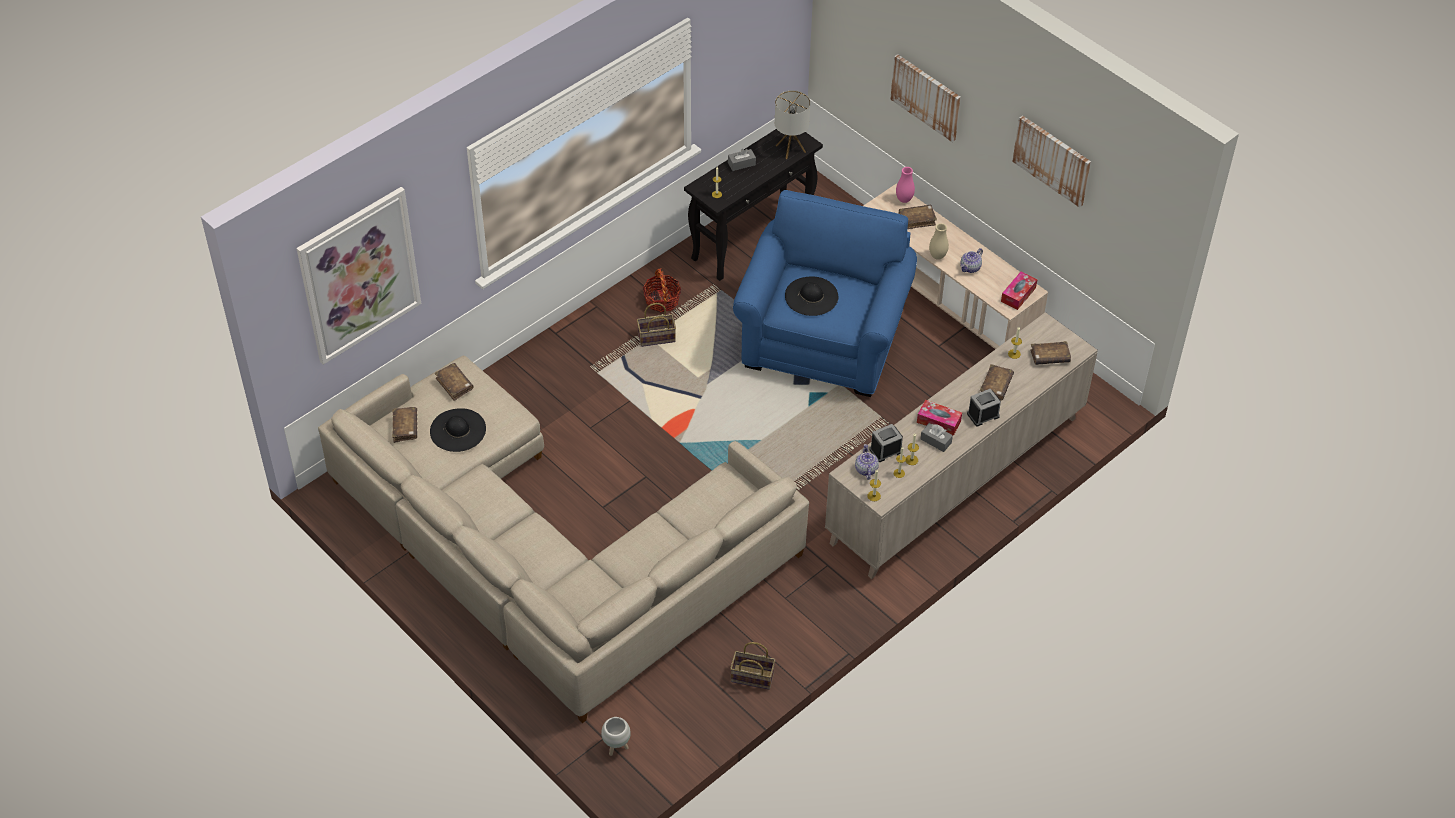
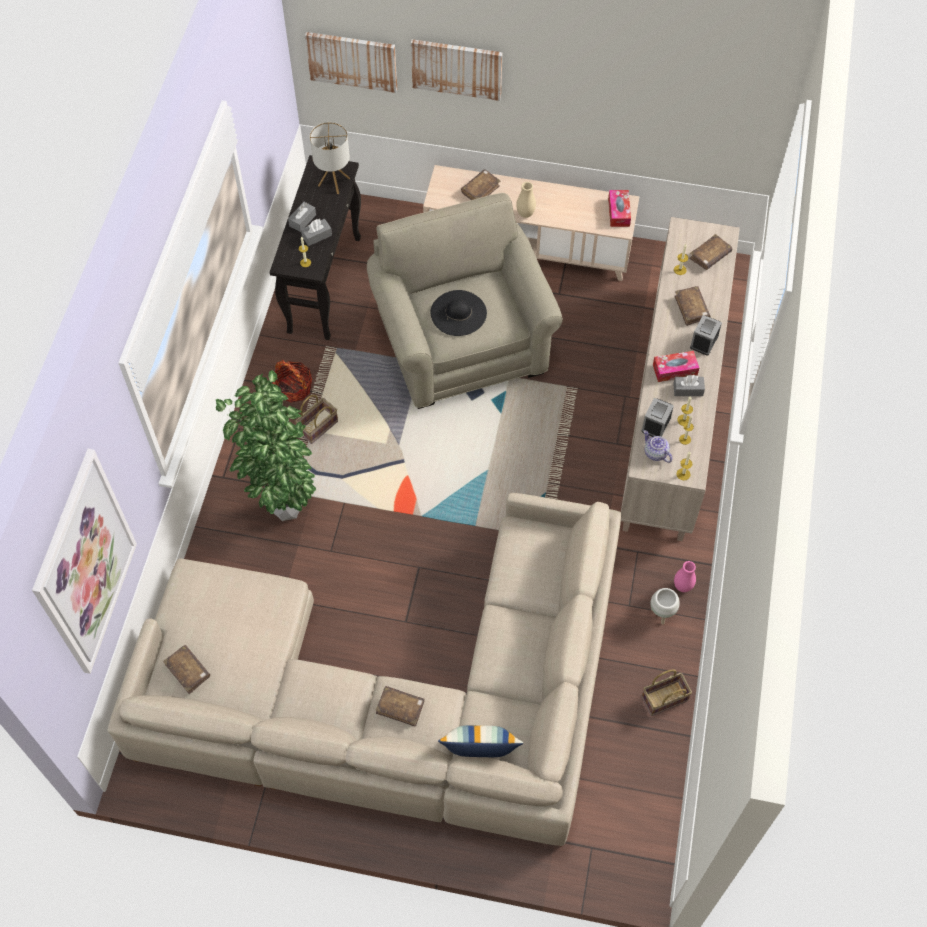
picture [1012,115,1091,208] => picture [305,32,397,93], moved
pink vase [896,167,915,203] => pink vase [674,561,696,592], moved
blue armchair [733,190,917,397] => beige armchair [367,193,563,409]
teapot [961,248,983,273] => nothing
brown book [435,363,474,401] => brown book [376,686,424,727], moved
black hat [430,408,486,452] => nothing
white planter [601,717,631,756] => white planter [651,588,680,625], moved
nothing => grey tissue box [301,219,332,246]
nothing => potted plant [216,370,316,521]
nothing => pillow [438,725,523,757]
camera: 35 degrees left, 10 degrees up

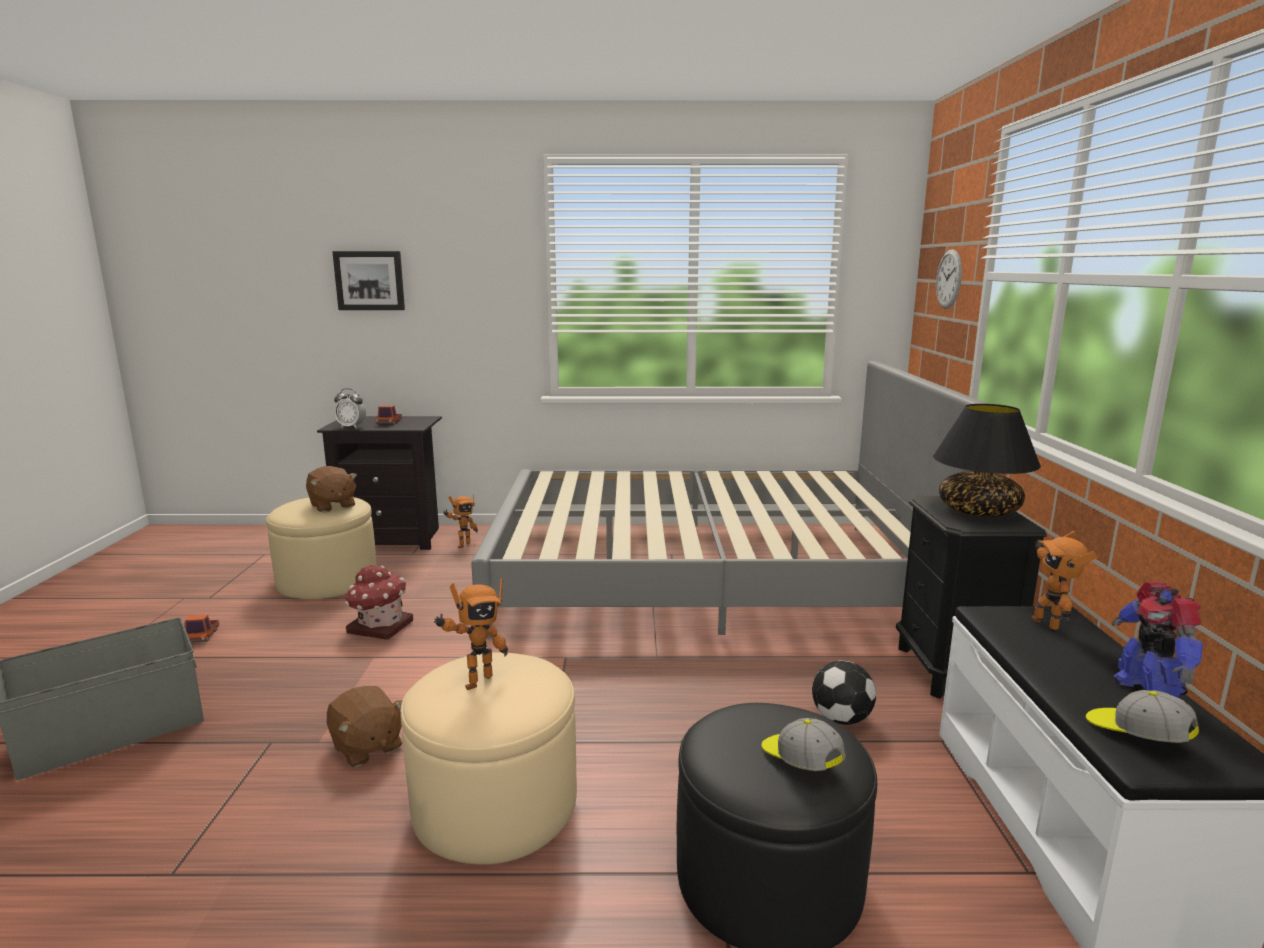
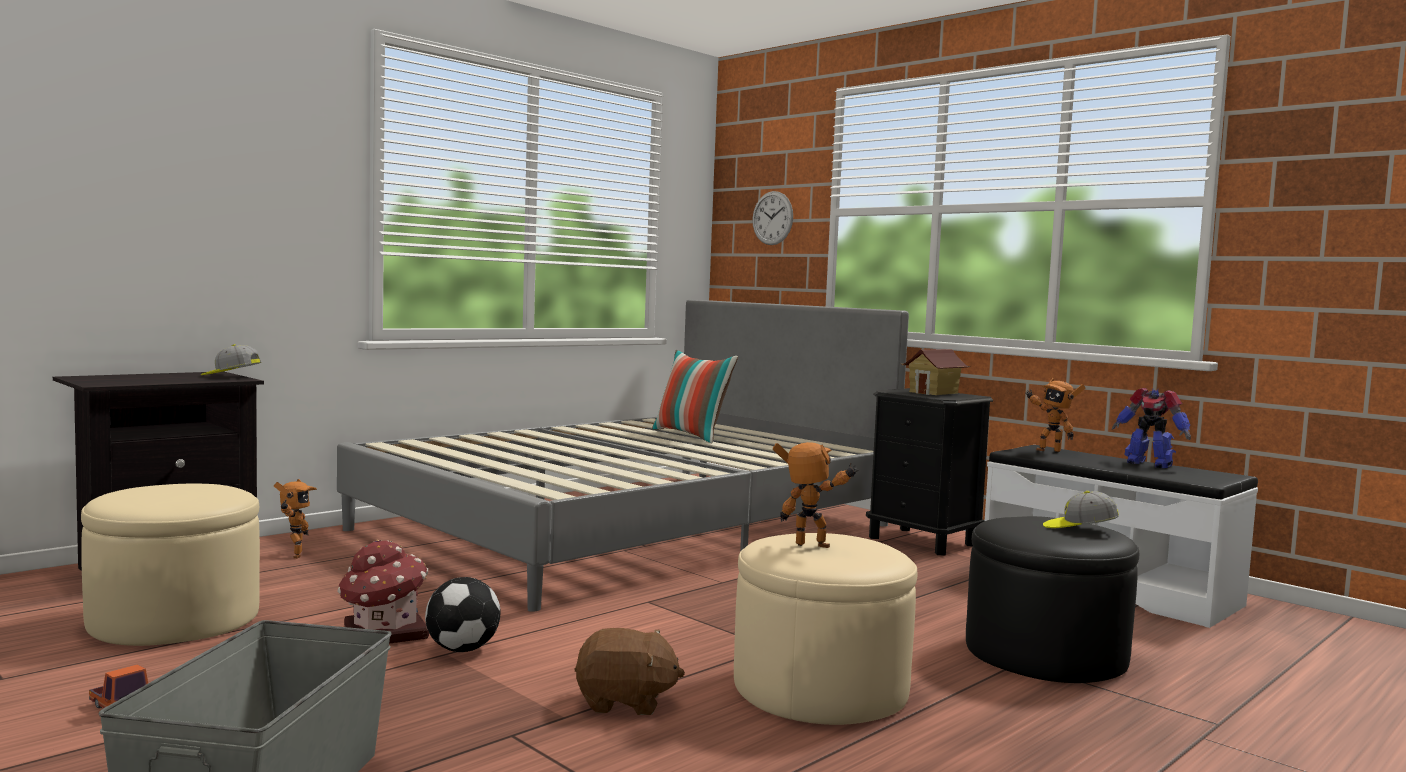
picture [332,251,405,310] => nothing
alarm clock [334,388,366,428] => nothing
black table lamp [933,404,1041,517] => toy house [901,349,971,395]
toy truck [376,405,402,425] => nothing
brown plush toy [306,466,357,512] => nothing
toy robot [433,579,508,690] => toy robot [773,442,859,548], 75 degrees counterclockwise
football [812,661,876,725] => football [425,577,501,652], moved
cap [1086,690,1199,743] => cap [201,344,261,375], moved
nothing => pillow [652,350,738,443]
camera: 45 degrees left, 10 degrees down

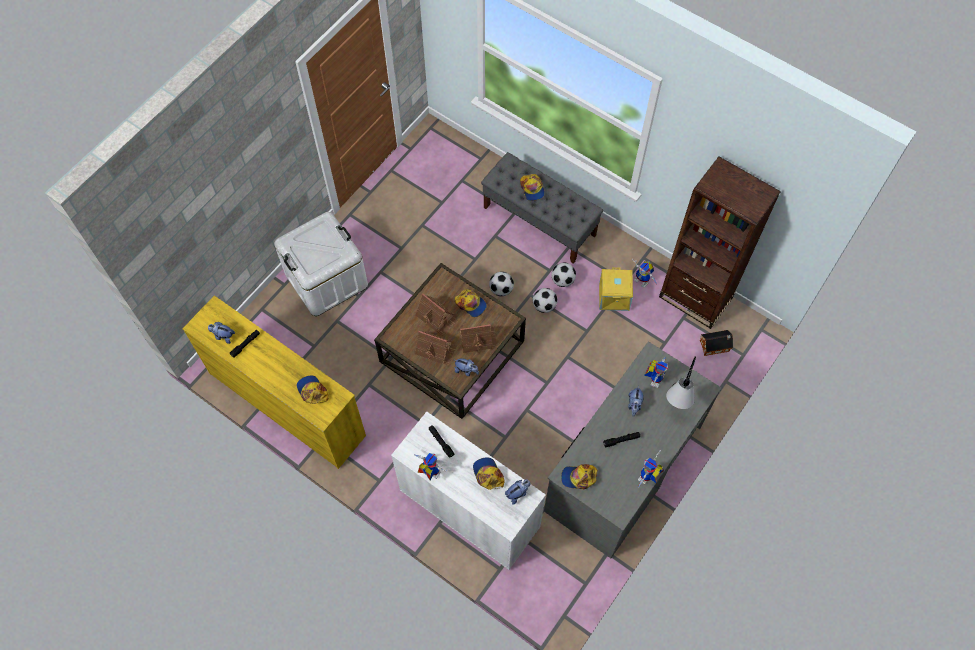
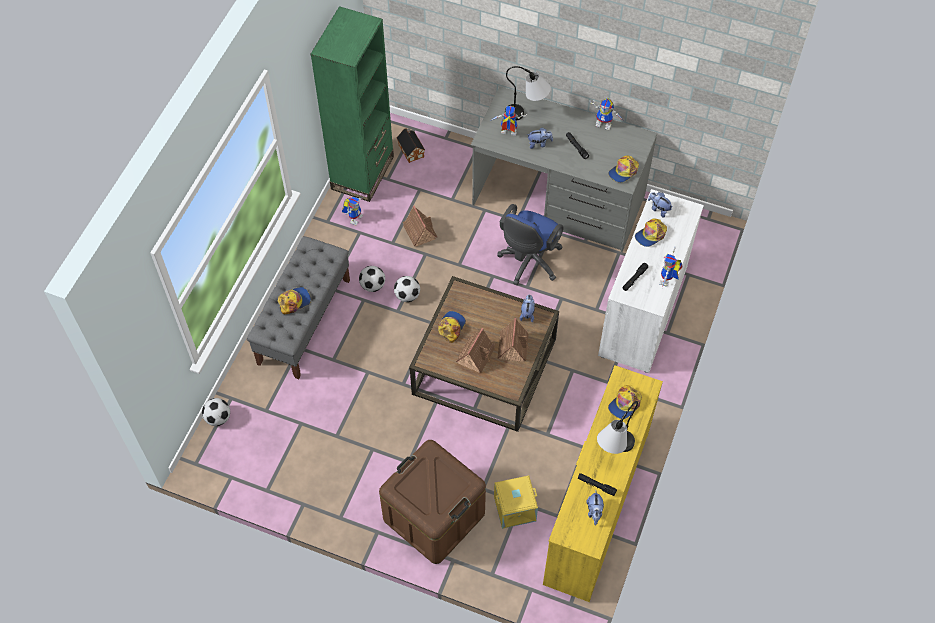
brown bookcase [659,157,781,329] => green bookcase [311,6,394,202]
white storage box [274,212,368,316] => brown storage box [379,440,486,564]
yellow storage box [599,267,633,311] => yellow storage box [494,475,538,529], moved
football [489,272,514,296] => football [202,398,230,426], moved
toy house [459,324,498,353] => toy house [403,206,438,247], moved
cap [561,464,598,489] => cap [608,155,639,183], 60 degrees clockwise
nothing => blue office chair [497,204,564,285]
nothing => table lamp [597,401,638,454]
camera: 105 degrees left, 5 degrees down

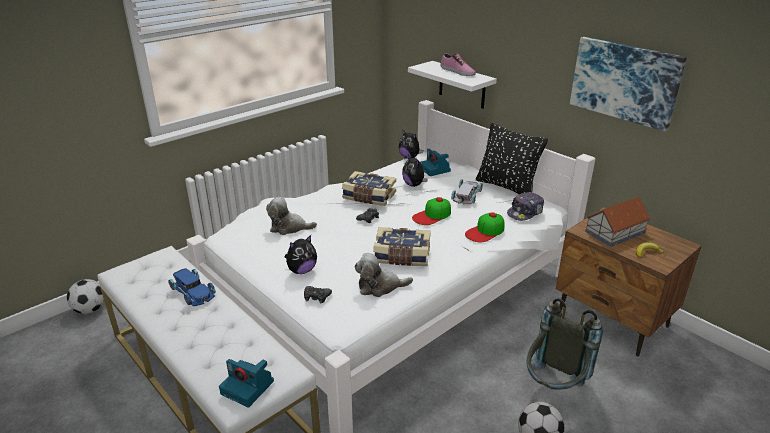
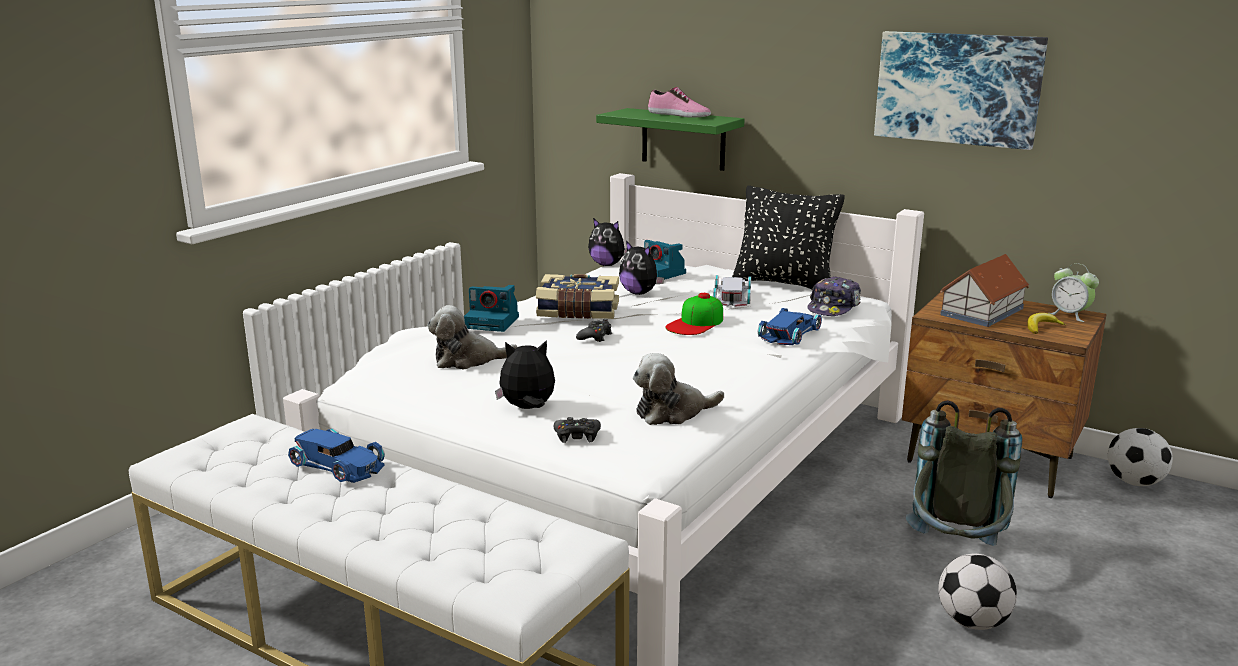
white shelf [408,61,497,109] => green shelf [596,108,745,171]
cap [465,212,505,242] => blue toy car [757,308,822,345]
book [373,227,431,266] => nothing
plush toy [285,235,317,274] => plush toy [495,340,555,409], 135 degrees counterclockwise
football [67,279,104,314] => football [1108,428,1173,486], moved
photo camera [219,359,274,408] => photo camera [464,285,519,332], moved
nothing => alarm clock [1049,263,1099,322]
camera: 15 degrees left, 10 degrees down

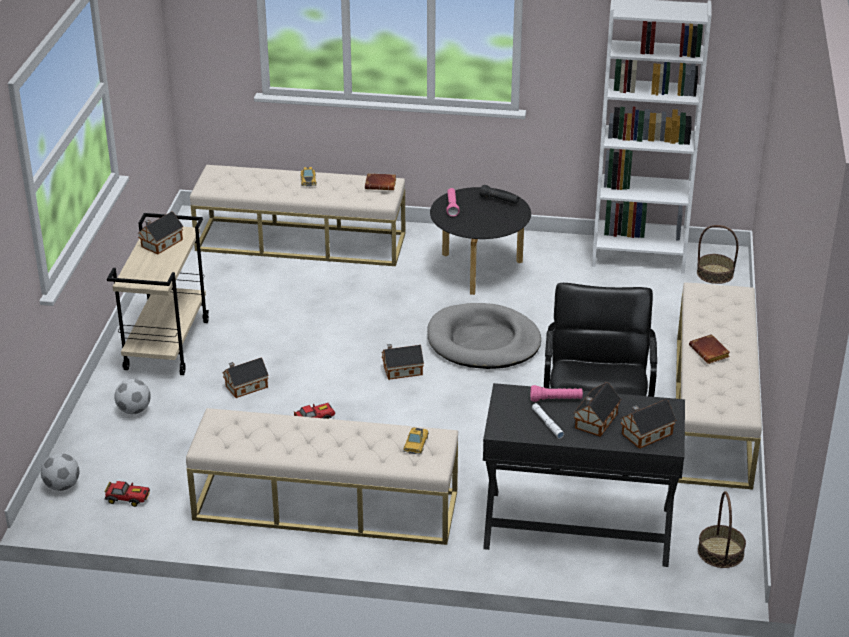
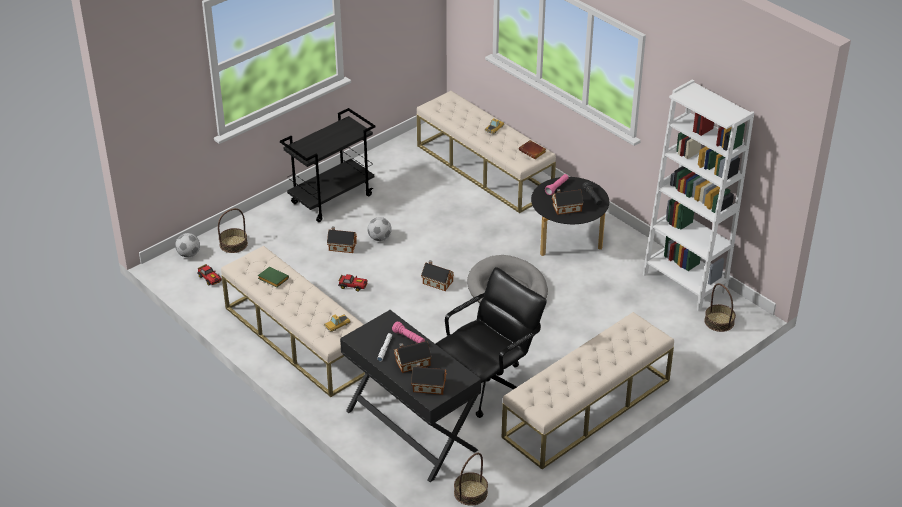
toy house [137,211,184,254] => toy house [552,189,583,215], moved
beige cart [107,213,209,375] => black cart [280,108,376,222]
brown book [689,334,730,364] => nothing
football [114,379,151,414] => football [367,217,392,241], moved
nothing => basket [218,208,248,253]
nothing => green book [258,267,289,287]
camera: 40 degrees right, 5 degrees up

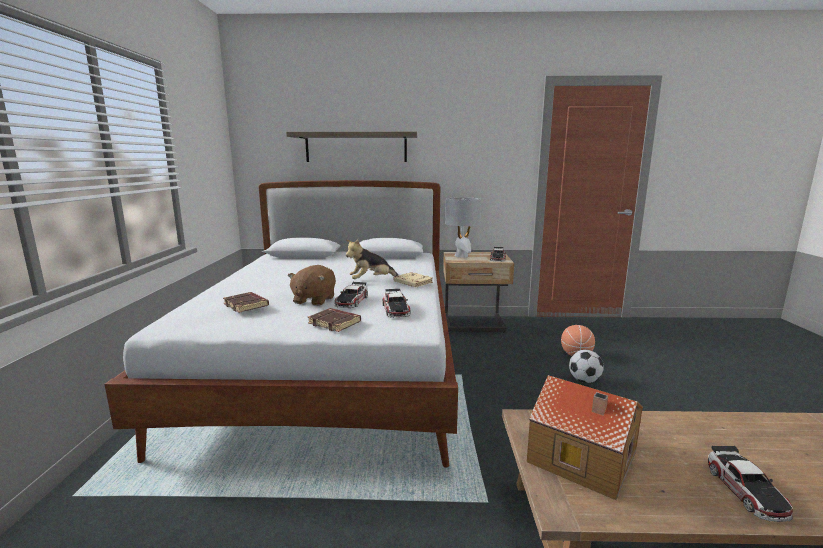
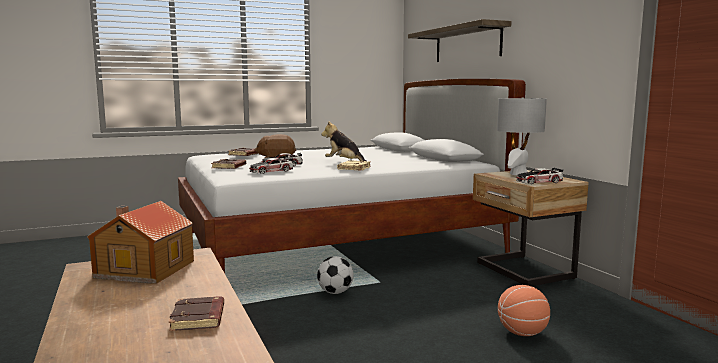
football [569,350,604,383] => football [317,256,354,294], moved
toy car [708,445,793,522] => nothing
nothing => brown book [169,296,224,331]
camera: 65 degrees right, 5 degrees down

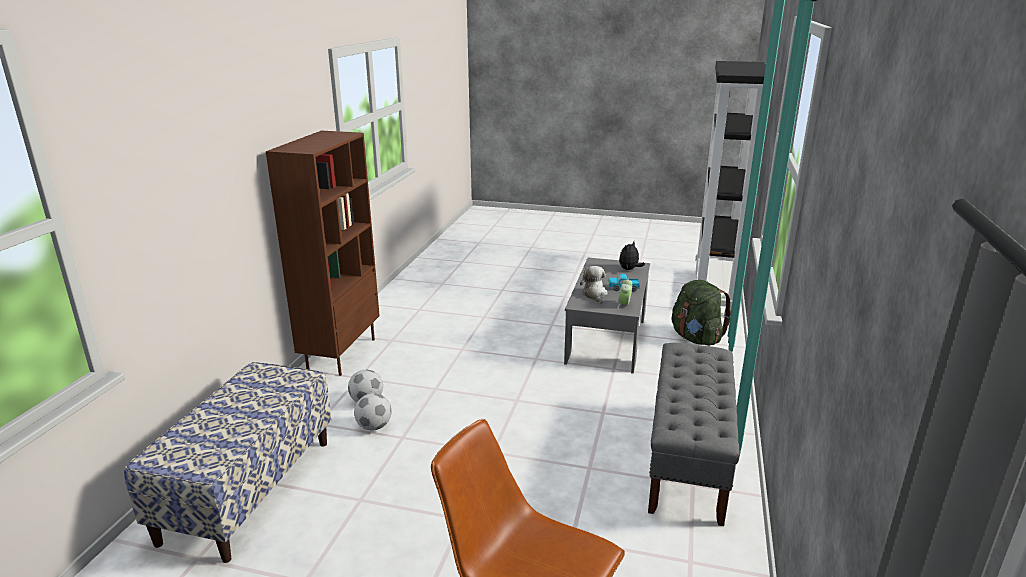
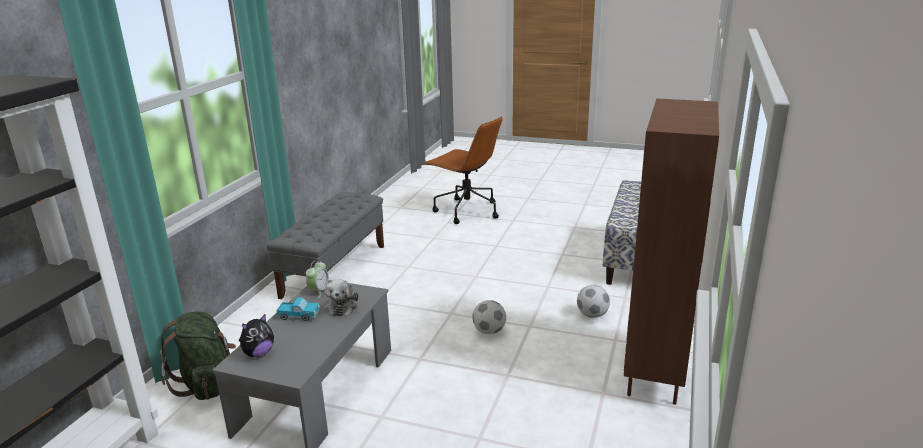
football [354,393,391,430] => football [472,300,506,334], moved
camera: 175 degrees left, 0 degrees up

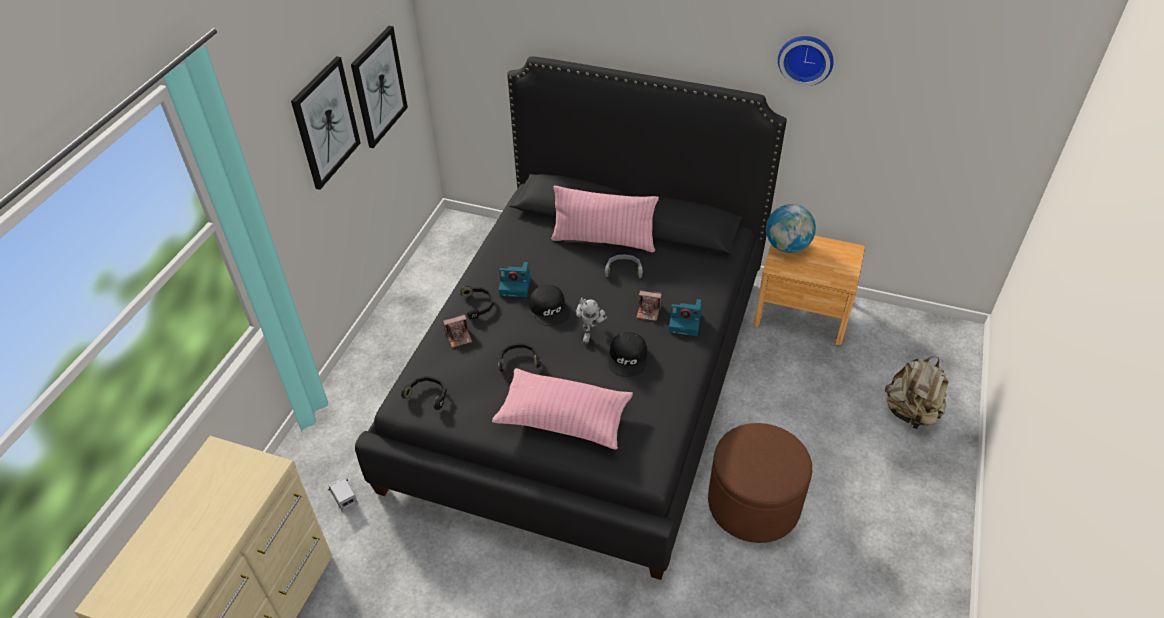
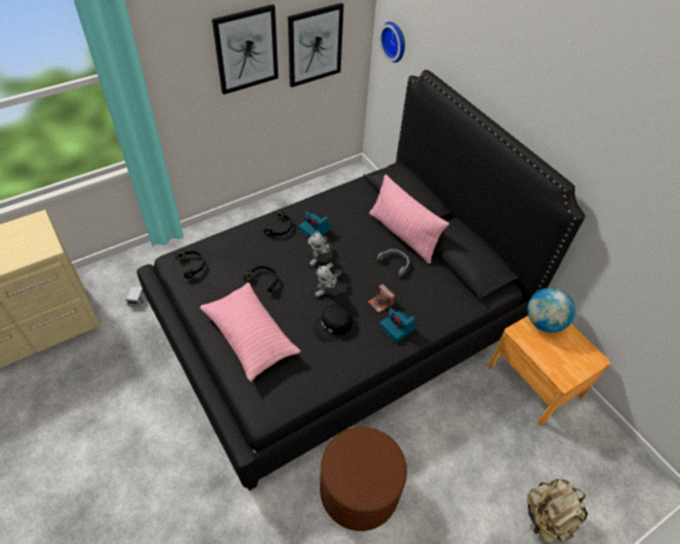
wall clock [778,36,834,86] => wall clock [379,22,405,63], moved
black cap [529,285,570,326] => toy robot [308,230,330,267]
photo camera [443,314,472,348] => nothing
camera: 35 degrees right, 5 degrees up

